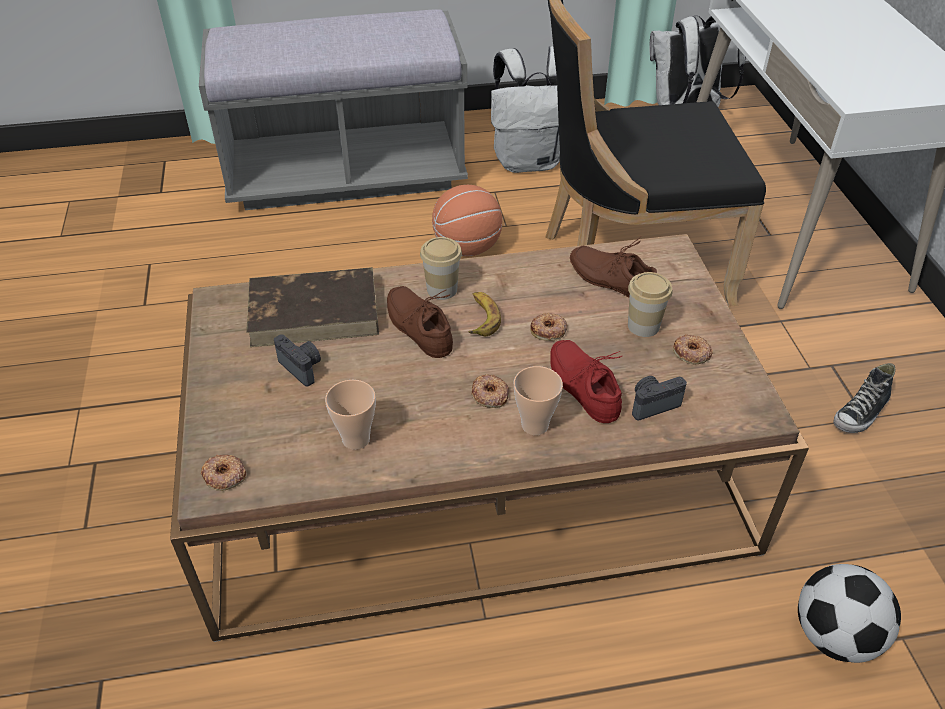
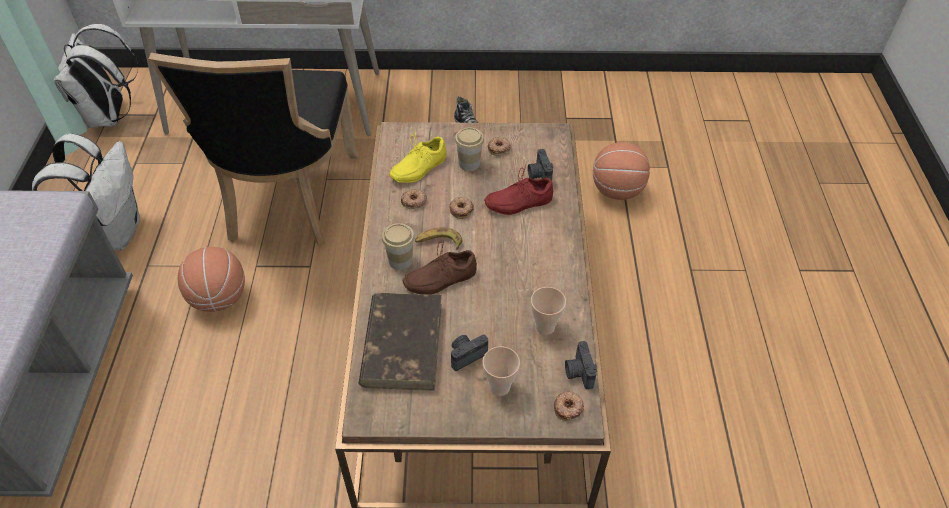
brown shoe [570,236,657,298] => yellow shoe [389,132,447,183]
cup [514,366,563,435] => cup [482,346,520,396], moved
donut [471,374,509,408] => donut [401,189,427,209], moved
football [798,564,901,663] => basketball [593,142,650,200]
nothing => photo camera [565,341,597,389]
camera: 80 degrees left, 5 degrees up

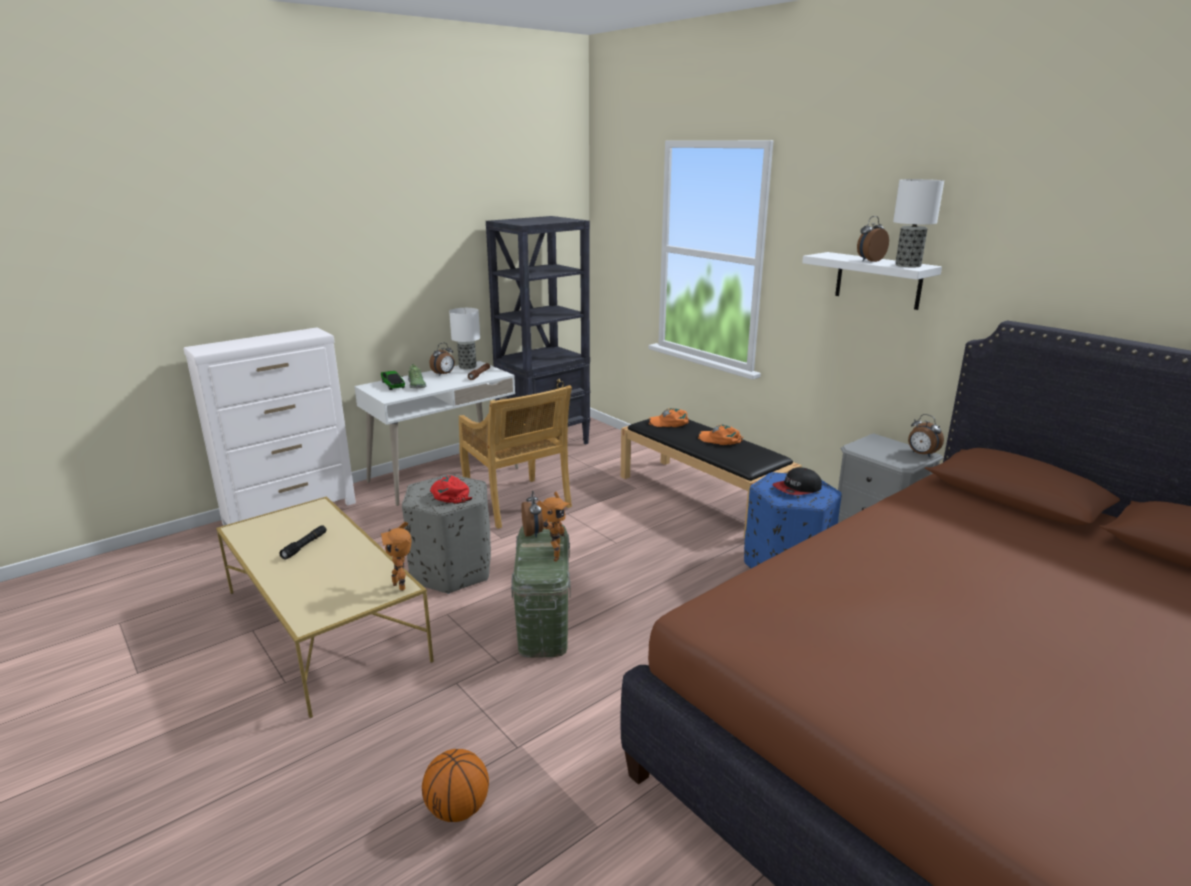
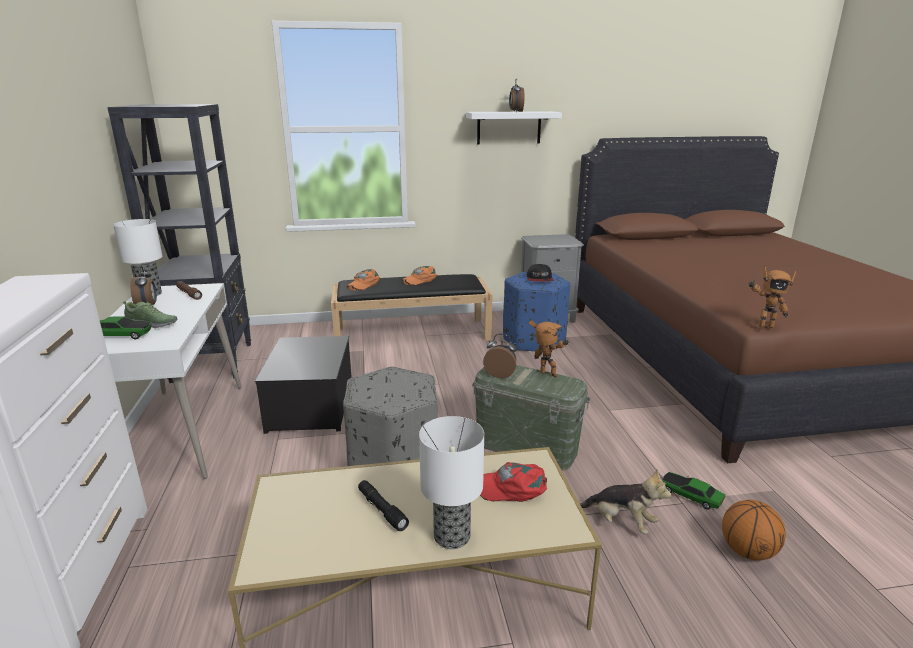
table lamp [893,179,944,267] => table lamp [419,416,484,549], moved
beige chair [459,385,572,529] => storage box [255,336,352,434]
alarm clock [908,414,944,457] => nothing
red cap [430,475,472,504] => red cap [480,462,547,502], moved
toy robot [381,522,412,591] => toy robot [748,266,796,330], moved
nothing => plush toy [580,469,671,534]
nothing => toy car [662,472,726,510]
camera: 60 degrees left, 0 degrees up

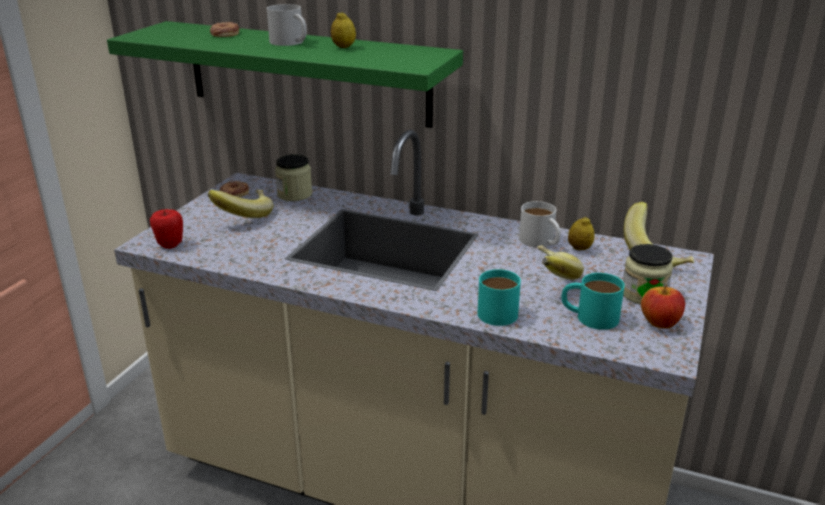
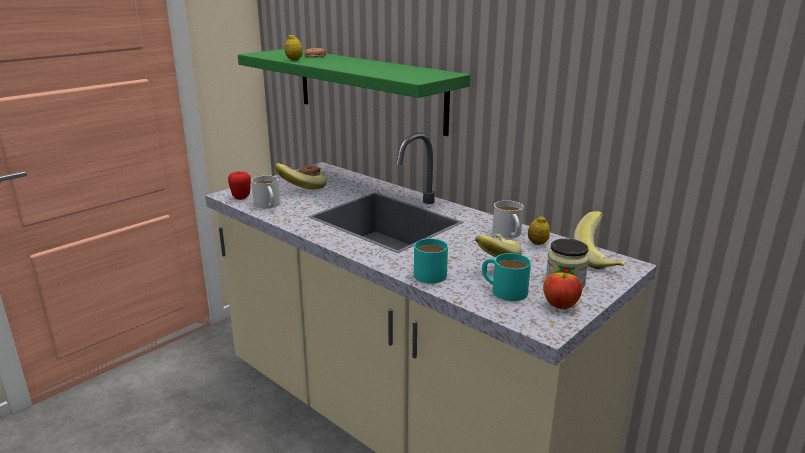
white mug [267,4,307,46] => white mug [251,176,280,209], moved
lemon [331,12,356,48] => lemon [284,34,303,60], moved
jar [275,154,312,201] => nothing
camera: 20 degrees right, 5 degrees down

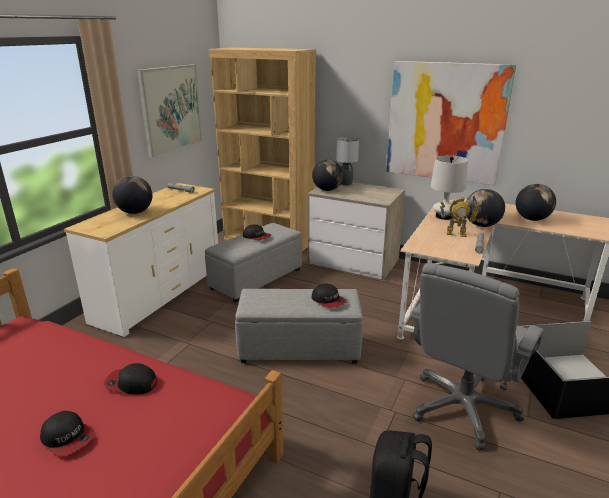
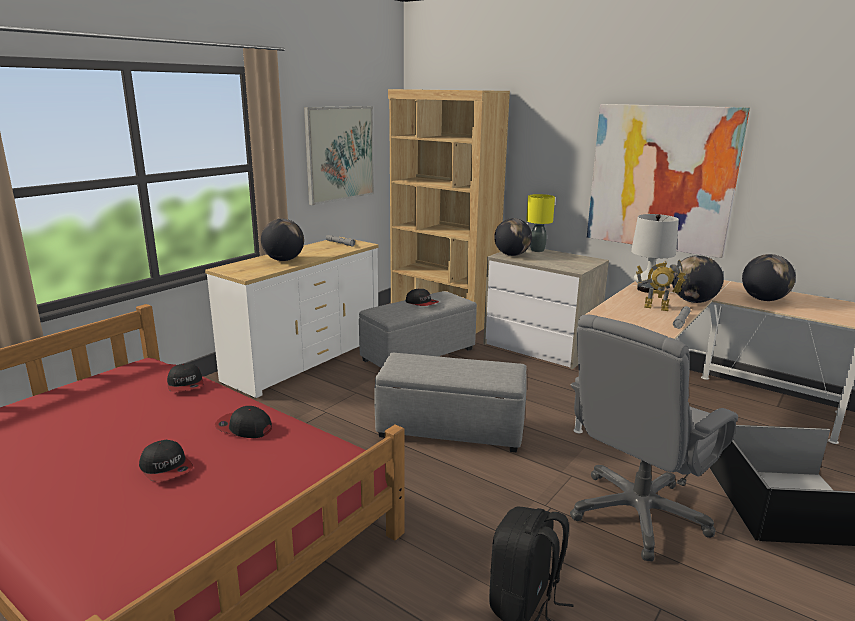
grey table lamp [336,137,359,186] => yellow table lamp [526,194,555,252]
cap [312,284,347,308] => cap [167,363,204,392], moved
camera: 10 degrees right, 5 degrees down

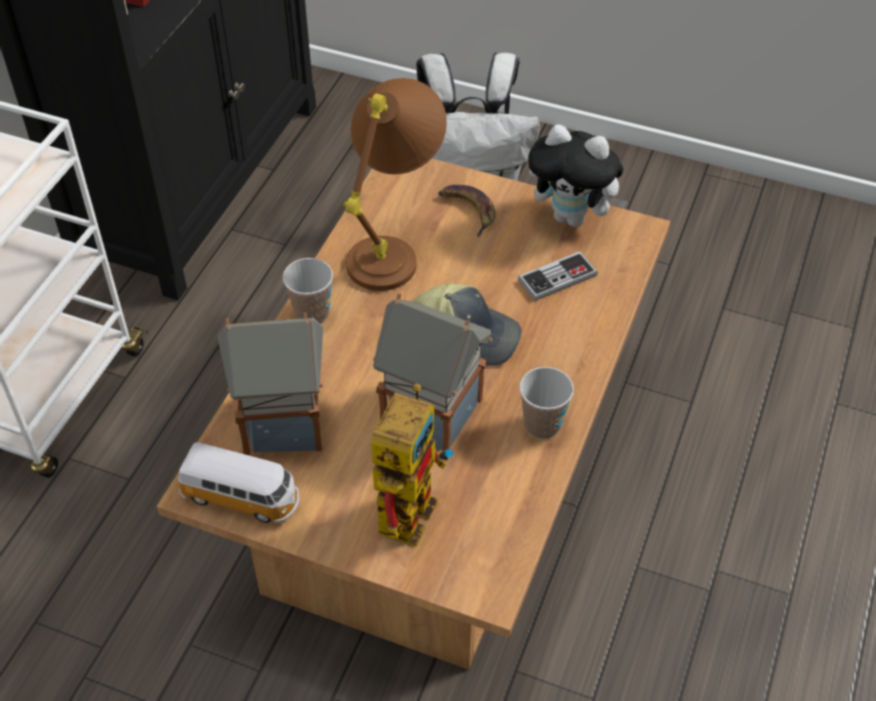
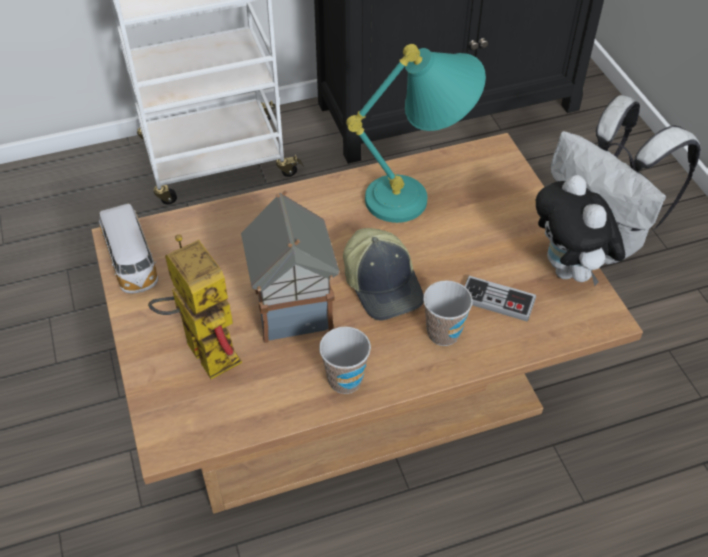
brown table lamp [343,78,447,291] => turquoise table lamp [346,44,486,223]
banana [438,185,496,237] => nothing
cup [283,258,333,324] => cup [423,280,473,346], moved
toy house [217,313,323,455] => nothing
toy robot [371,384,453,547] => toy robot [148,234,242,379], 105 degrees counterclockwise
camera: 50 degrees right, 0 degrees up

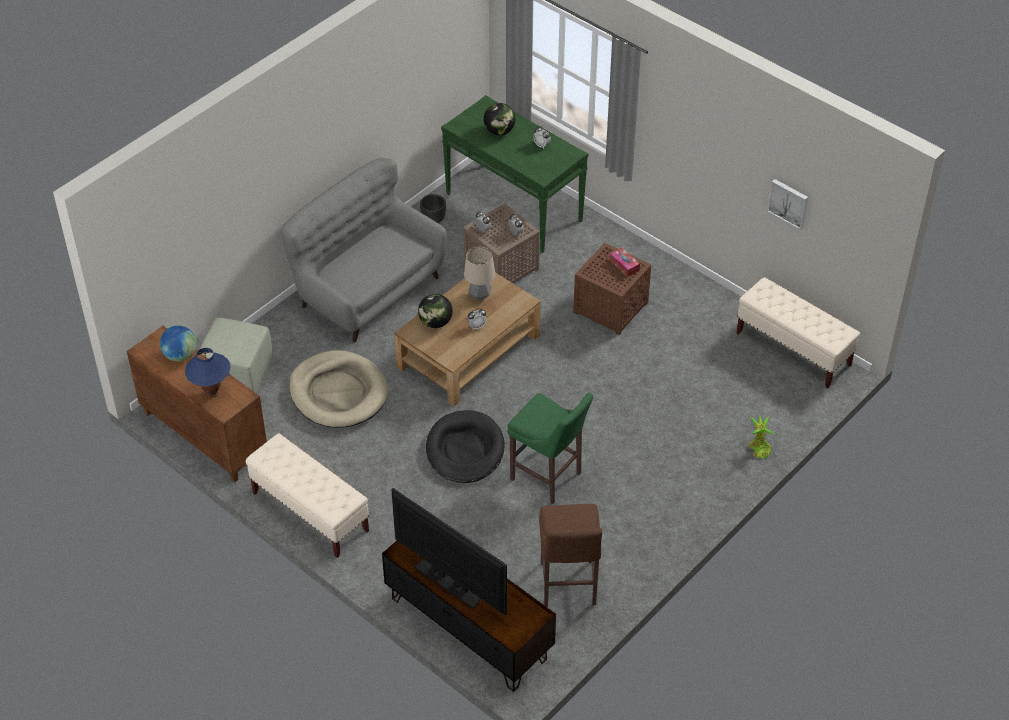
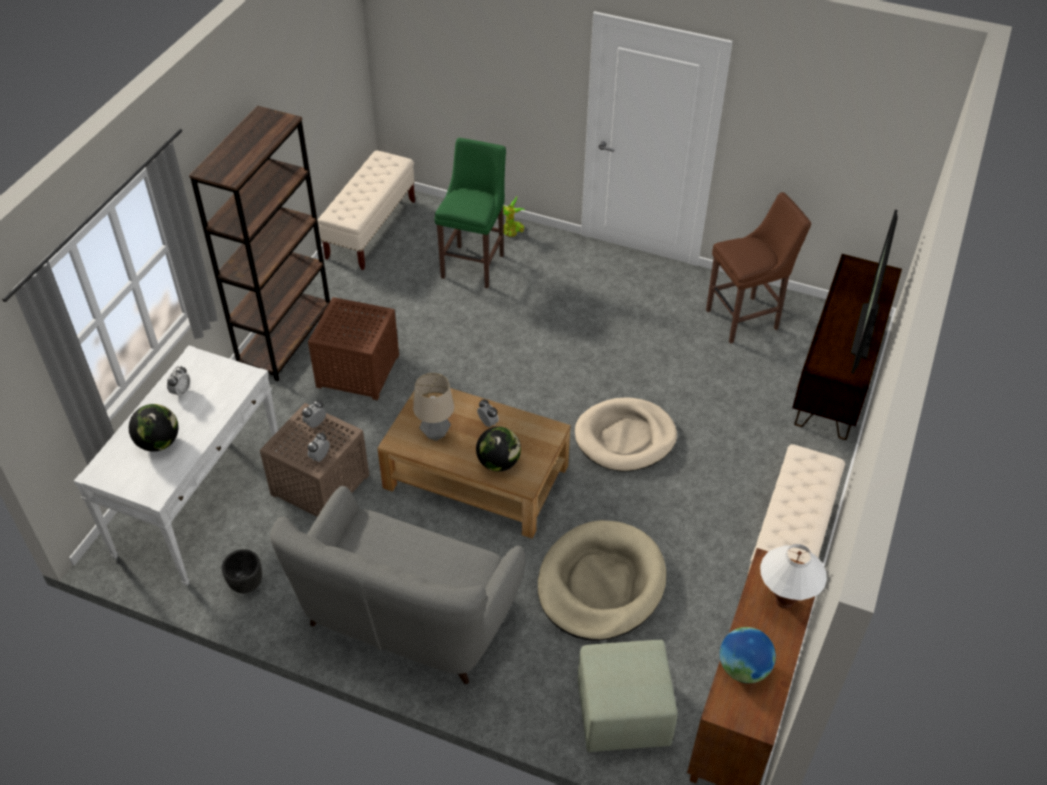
green console table [441,95,588,253] => white console table [74,345,281,586]
picture [767,179,808,230] => nothing
tissue box [610,248,640,277] => nothing
blue table lamp [185,348,230,398] => white table lamp [760,544,827,608]
green stool [507,392,593,504] => green stool [434,138,506,288], moved
black dog bed [426,410,505,483] => beige dog bed [575,397,677,471]
nothing => brown bookcase [189,106,330,381]
camera: 110 degrees left, 0 degrees up

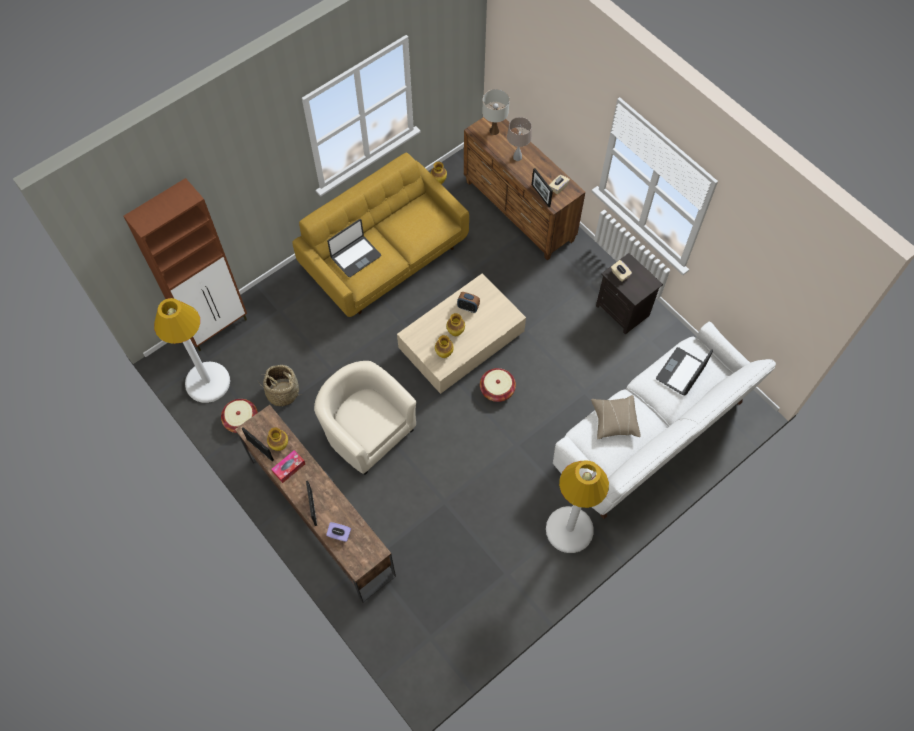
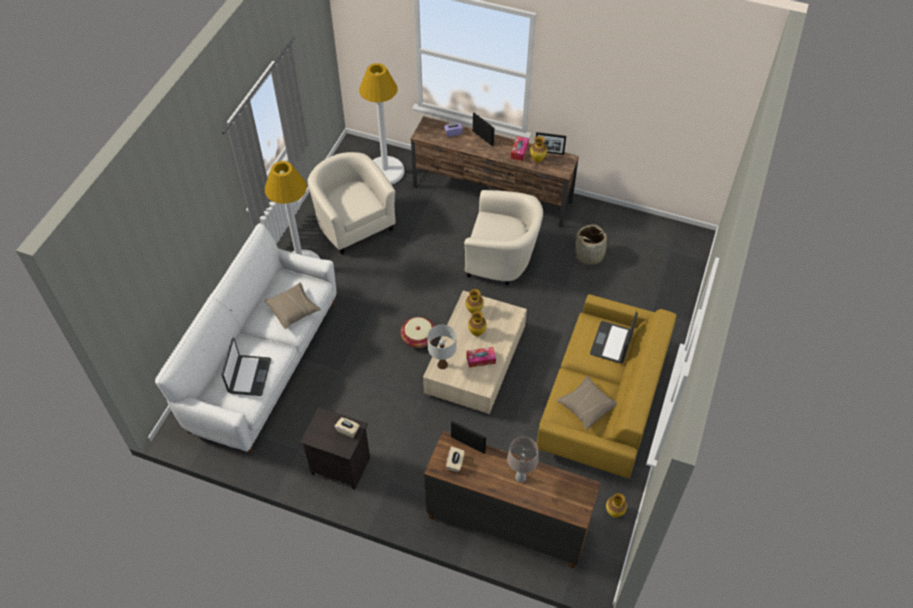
white table lamp [482,89,510,135] => white table lamp [427,325,457,369], moved
brown cabinet [124,178,247,351] => nothing
alarm clock [457,292,480,313] => tissue box [467,347,496,368]
white floor lamp [154,298,230,403] => white floor lamp [359,63,405,185], moved
basket [221,399,258,433] => nothing
nothing => beige armchair [308,152,395,255]
nothing => beige pillow [556,376,617,430]
camera: 150 degrees right, 10 degrees down

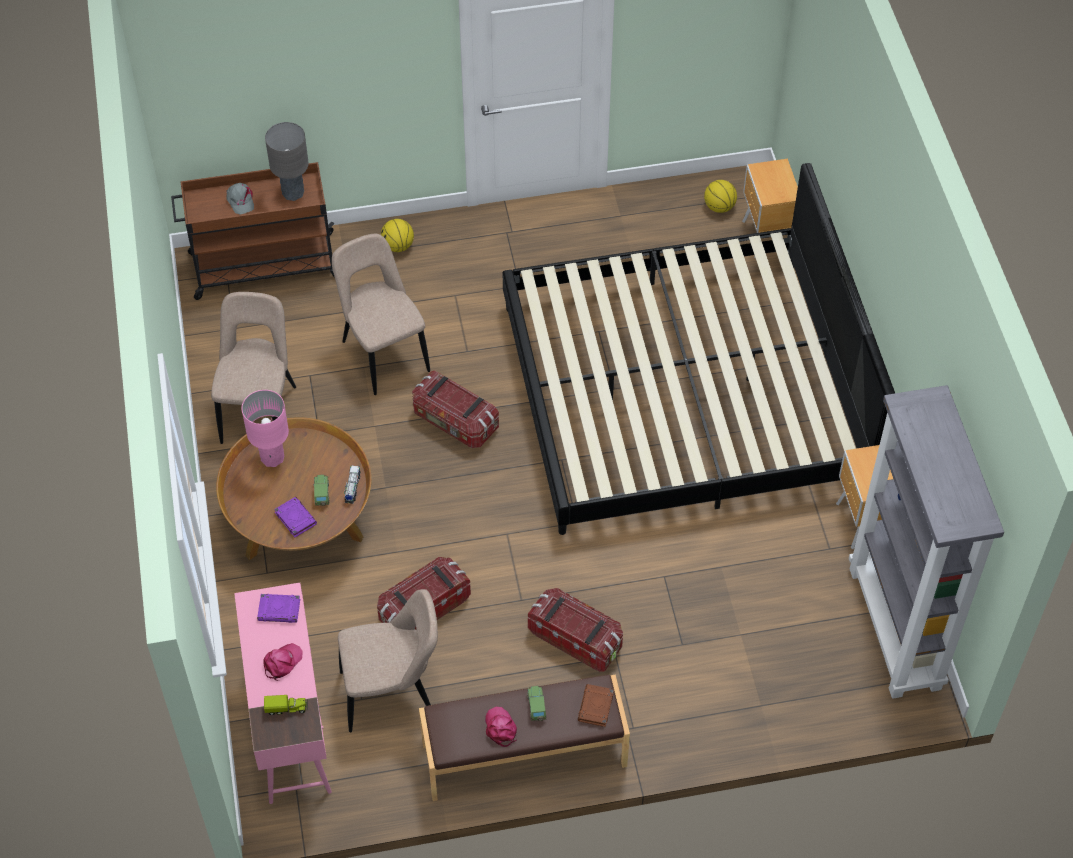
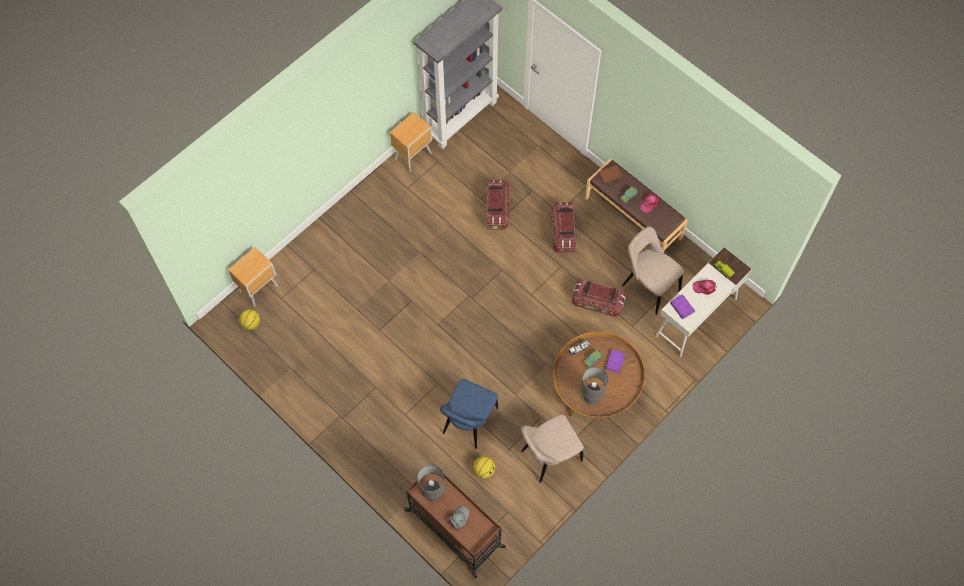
bed [503,163,895,535] => nothing
basketball [381,219,414,252] => basketball [473,456,495,479], moved
beige chair [332,234,430,395] => blue chair [440,379,498,449]
storage box [412,371,499,448] => storage box [486,180,510,230], moved
pink table lamp [242,390,289,467] => grey table lamp [581,367,608,404]
pink desk [234,583,332,804] => white desk [656,247,752,357]
camera: 125 degrees left, 10 degrees up

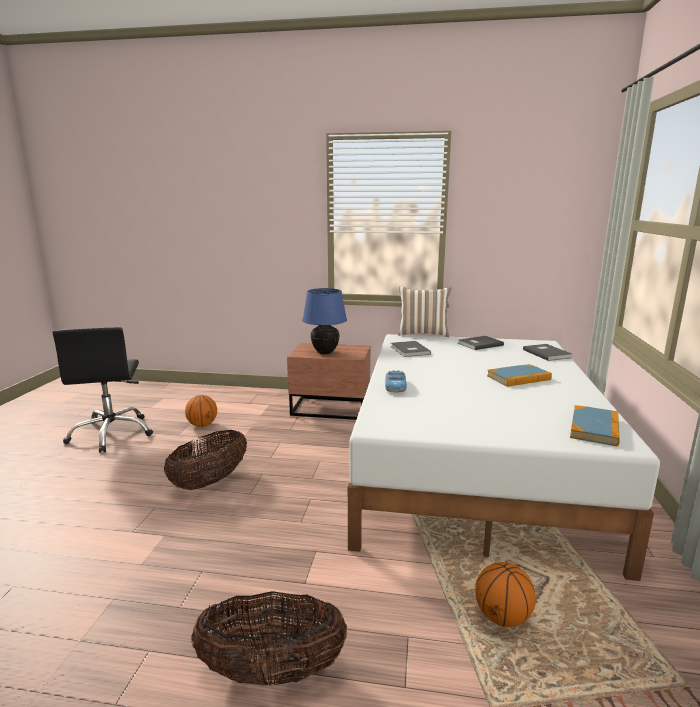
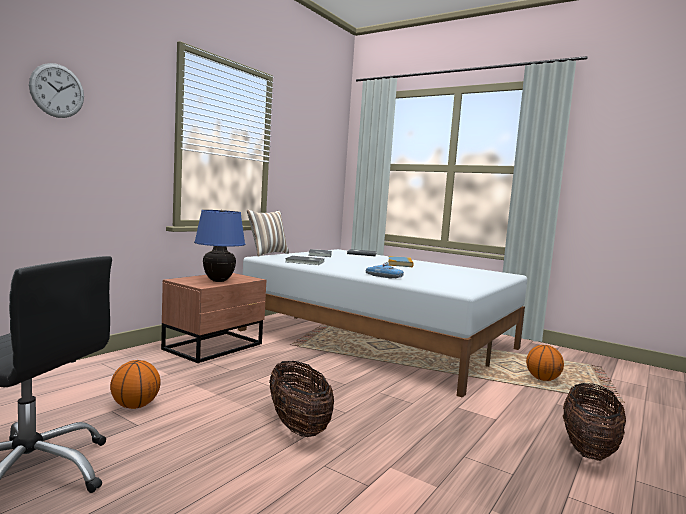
book [570,405,620,446] => nothing
nothing => wall clock [29,63,84,118]
camera: 65 degrees left, 10 degrees down

